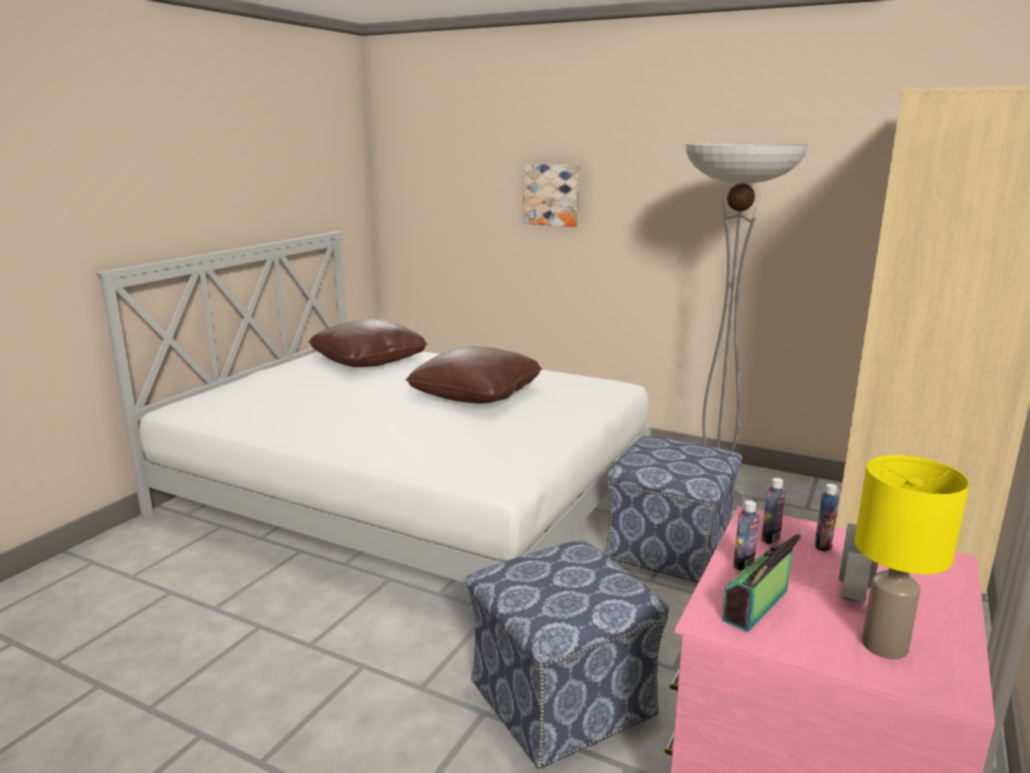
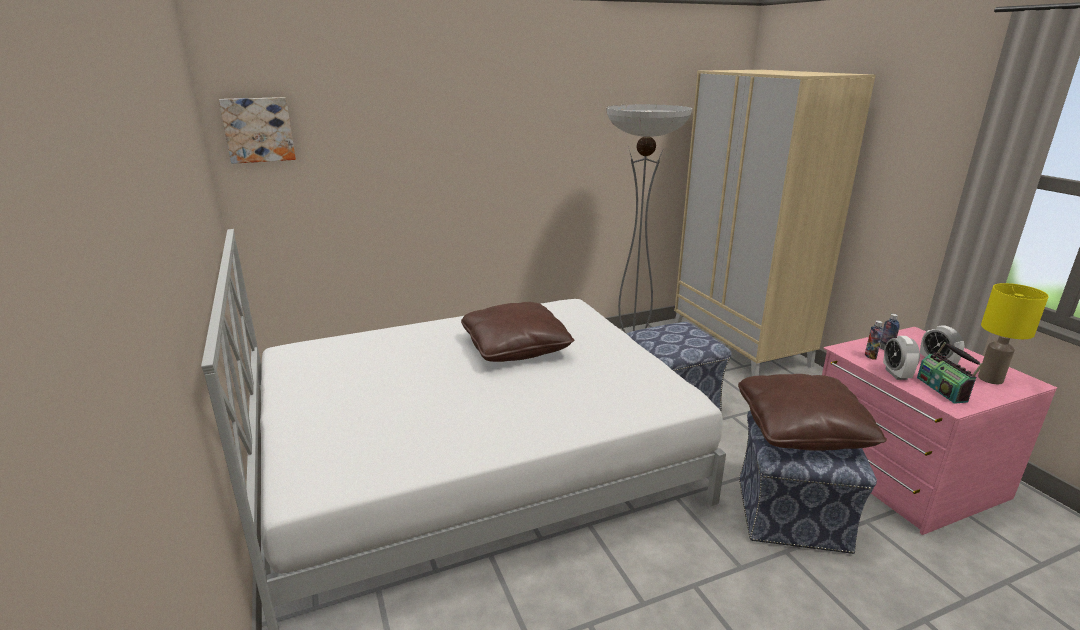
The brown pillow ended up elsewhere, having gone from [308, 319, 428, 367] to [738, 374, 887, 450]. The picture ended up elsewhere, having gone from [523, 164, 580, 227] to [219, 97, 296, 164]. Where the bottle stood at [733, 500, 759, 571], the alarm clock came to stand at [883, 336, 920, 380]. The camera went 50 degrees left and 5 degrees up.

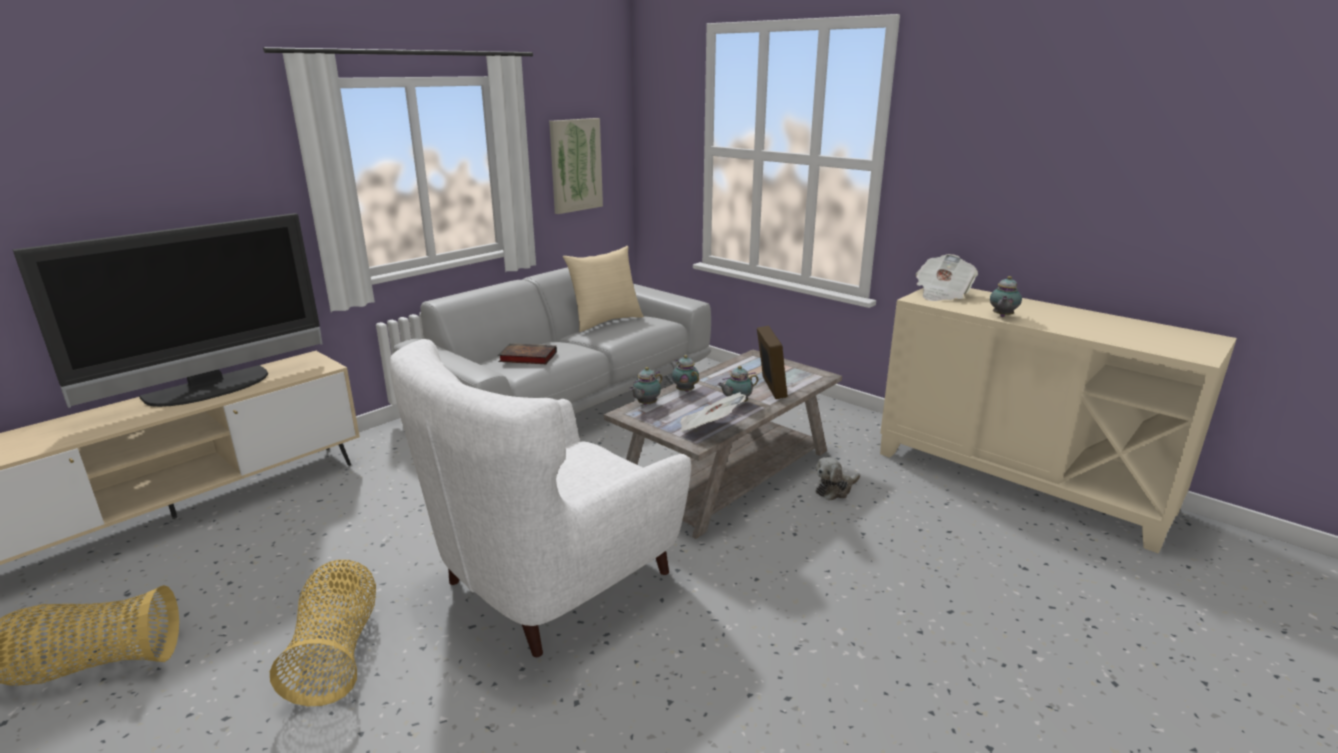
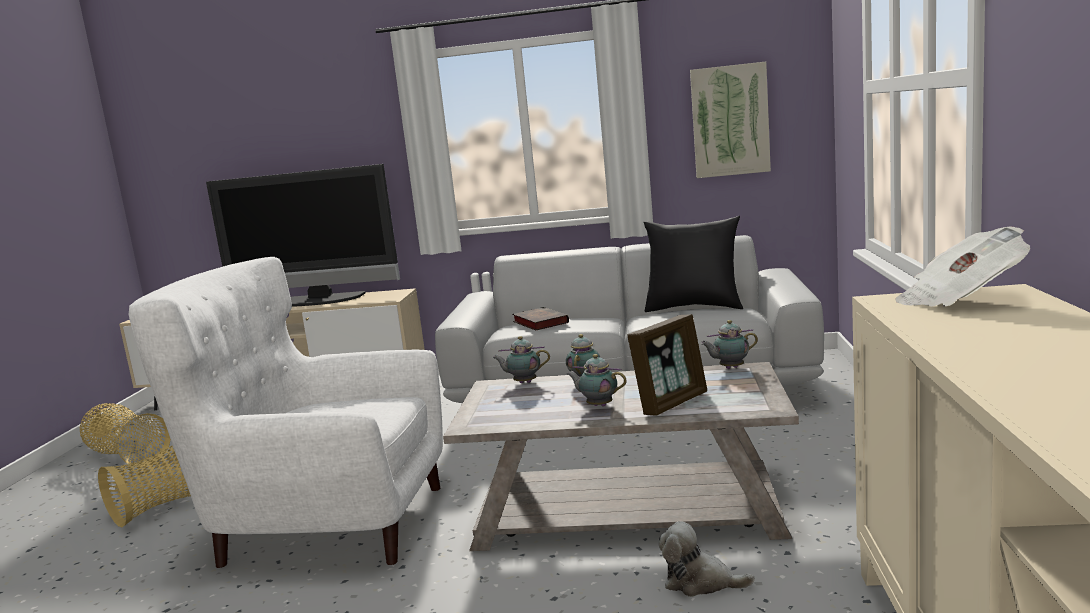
What was the beige pillow at [563, 246, 644, 332] turned into the black pillow at [643, 216, 743, 312]. The second view lost the newspaper at [680, 392, 746, 432]. The teapot ended up elsewhere, having gone from [990, 276, 1022, 317] to [701, 320, 758, 369]. The camera went 55 degrees right and 10 degrees down.

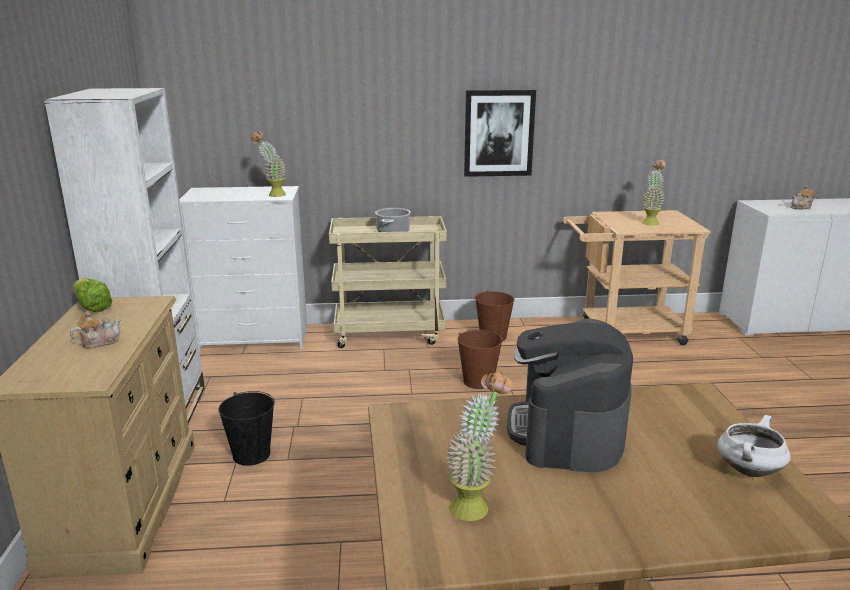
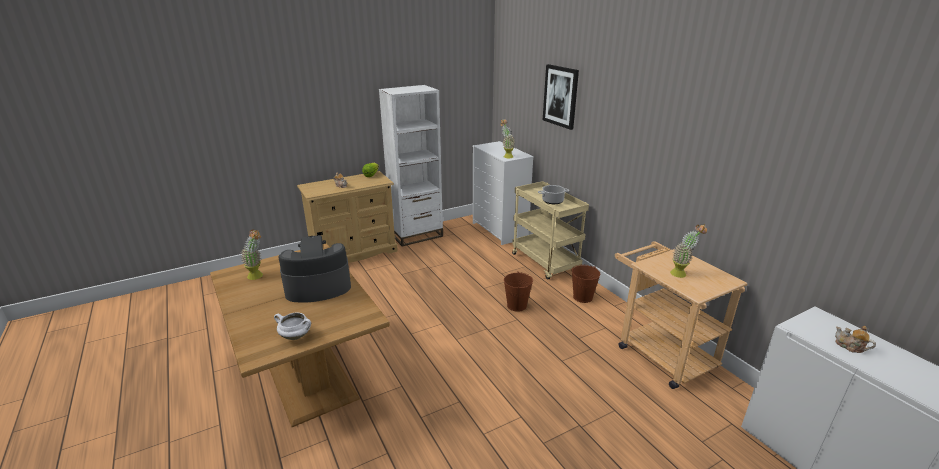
The second view lost the black bucket at [218, 391, 275, 466]. The picture ended up elsewhere, having gone from [464, 90, 536, 177] to [543, 64, 579, 130]. The camera went 65 degrees right and 5 degrees up.

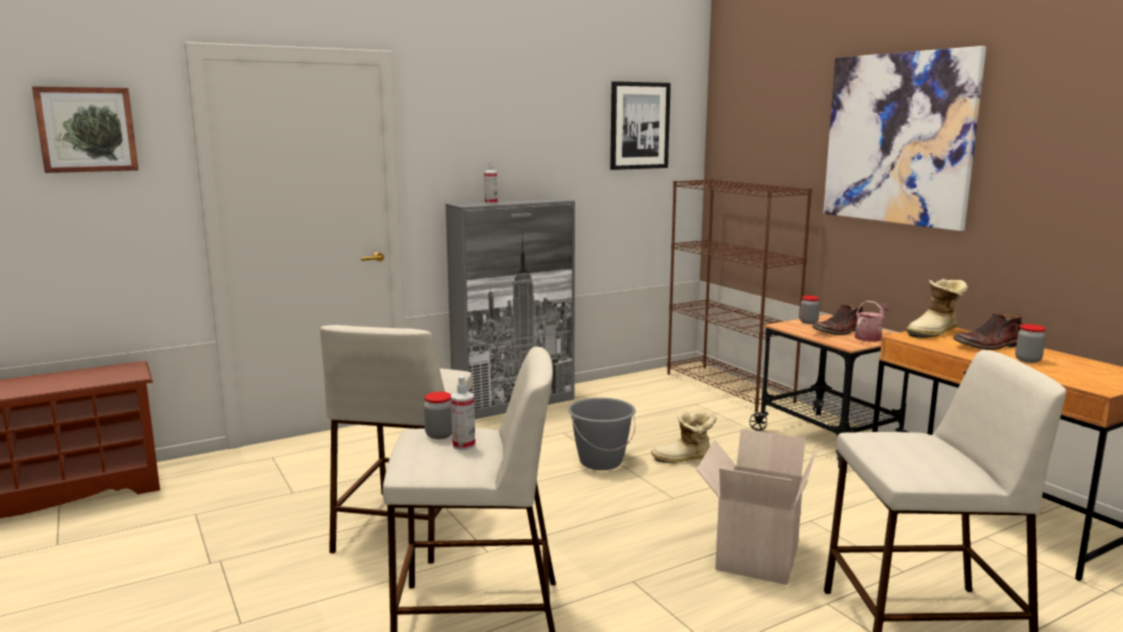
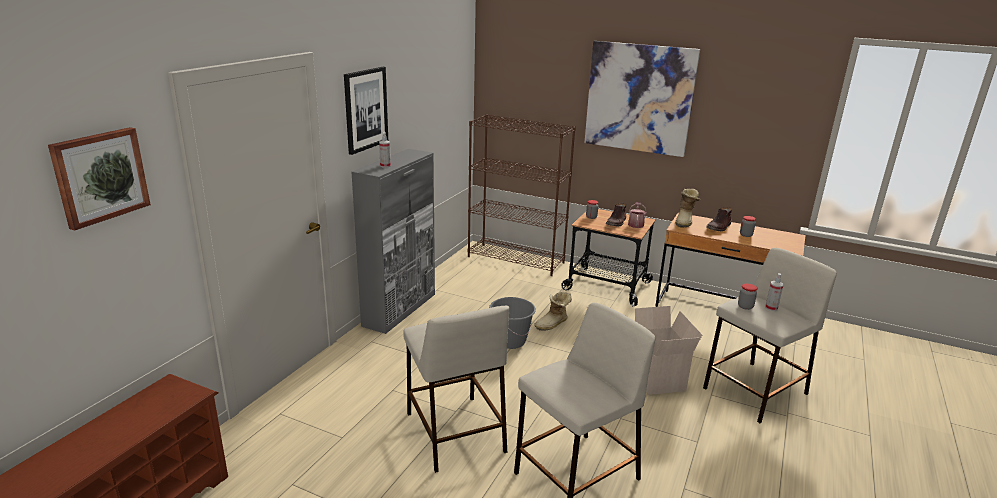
The jar ended up elsewhere, having gone from [424, 392, 452, 439] to [738, 284, 758, 310]. The spray bottle ended up elsewhere, having gone from [451, 376, 475, 450] to [765, 273, 783, 311]. The picture ended up elsewhere, having gone from [610, 81, 671, 170] to [344, 67, 388, 155]. The camera went 35 degrees left and 10 degrees up.

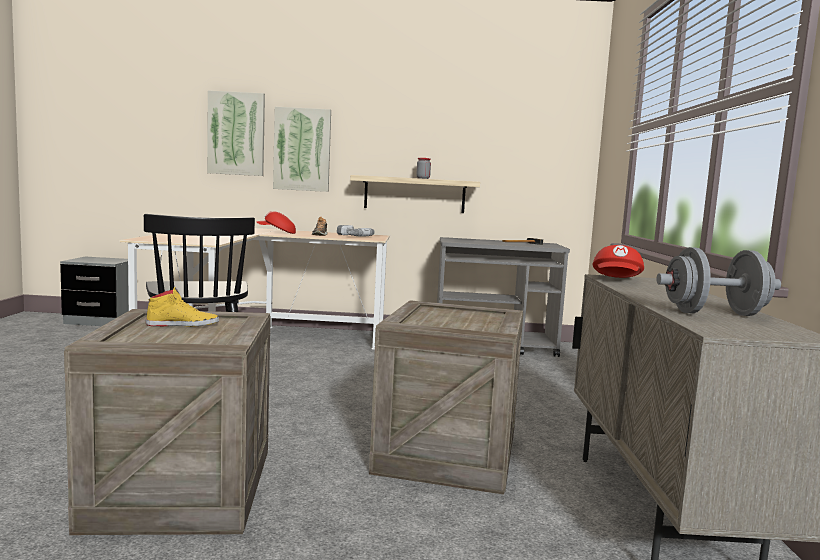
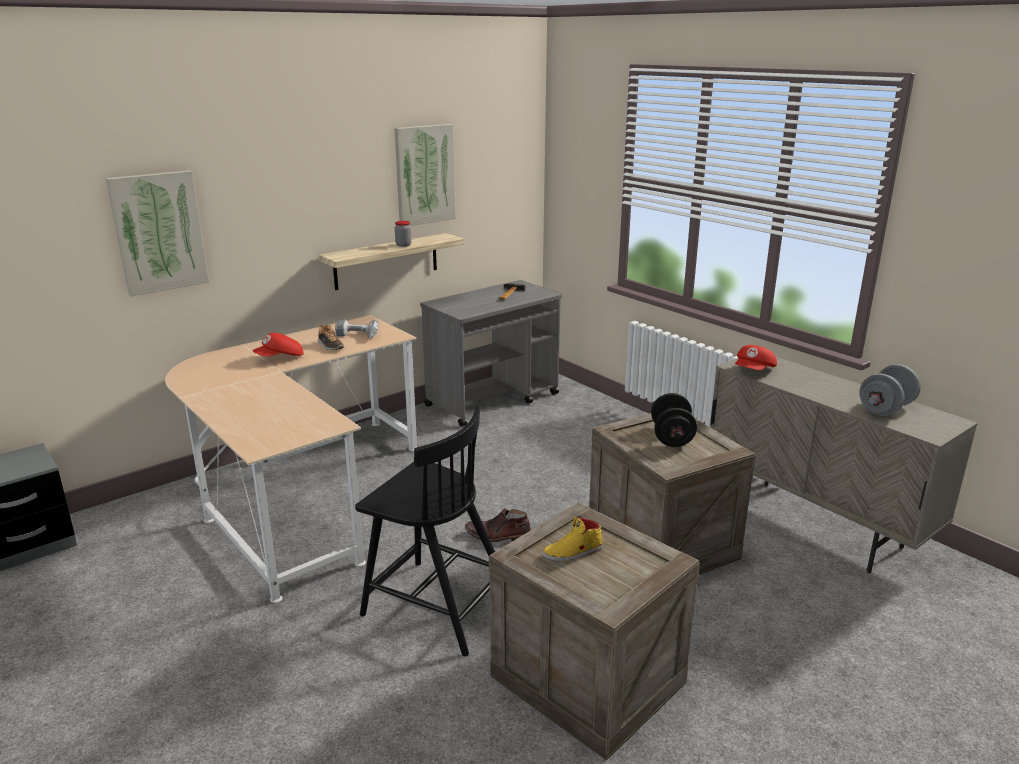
The yellow shoe at [146, 287, 219, 327] ended up facing another way, 150 degrees counterclockwise from before. The picture ended up elsewhere, having gone from [273, 107, 331, 192] to [394, 124, 456, 226]. The red cap at [593, 245, 644, 278] ended up facing another way, 60 degrees clockwise from before. The second view gained the brown boot at [465, 508, 531, 542]. The second view gained the black dumbbell at [651, 393, 697, 447]. The camera went 40 degrees left and 15 degrees up.

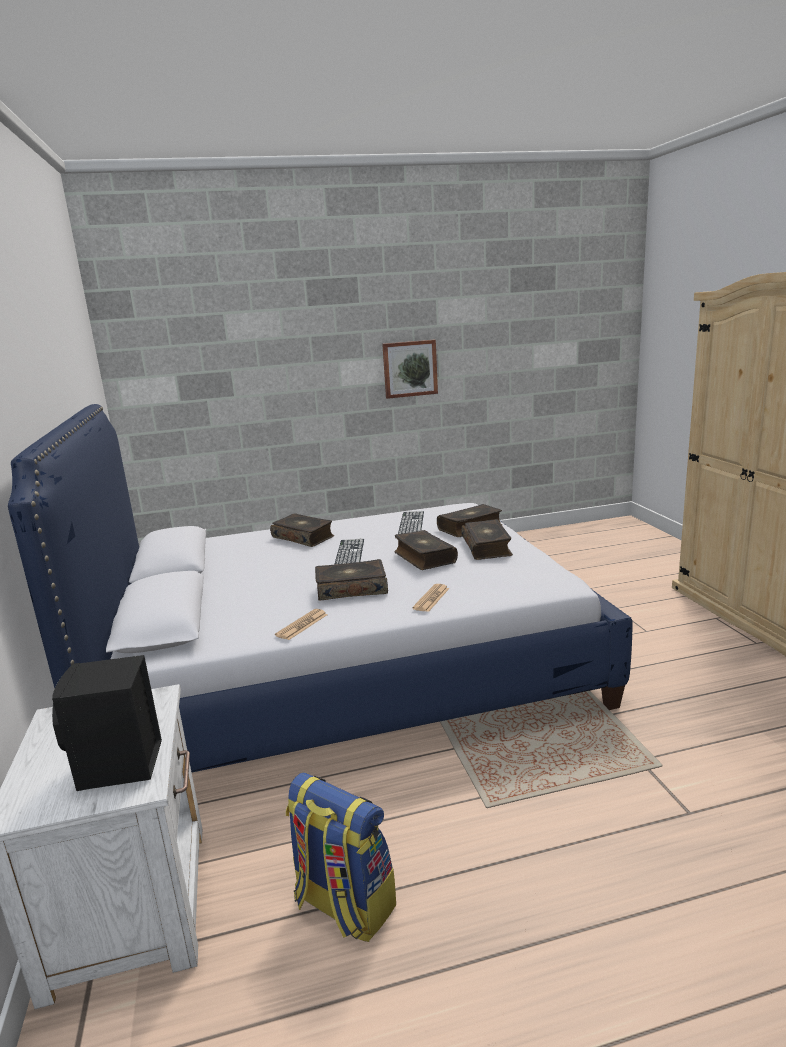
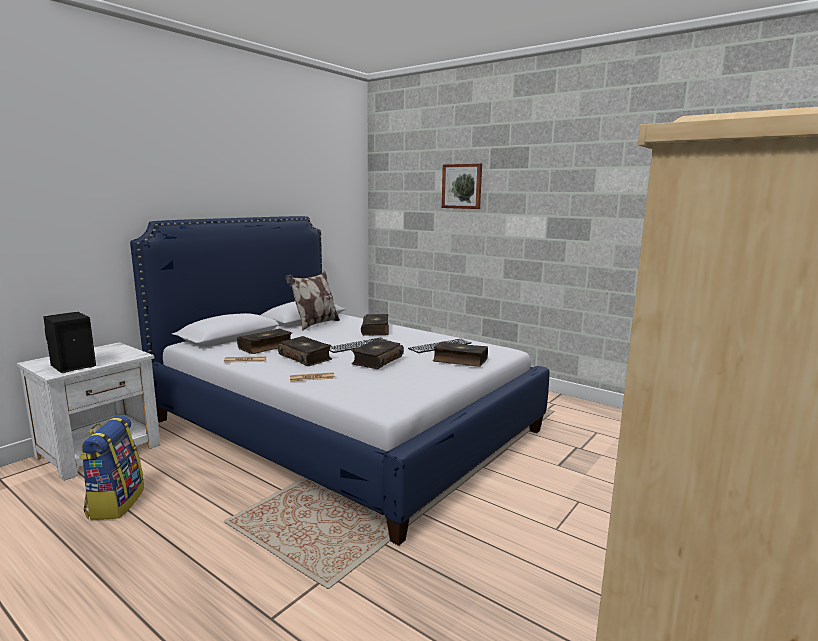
The picture ended up elsewhere, having gone from [382, 340, 438, 399] to [442, 163, 482, 209]. The book ended up elsewhere, having gone from [461, 519, 513, 560] to [237, 329, 292, 354]. The second view gained the pillow at [286, 271, 340, 331]. The camera went 50 degrees right and 5 degrees down.

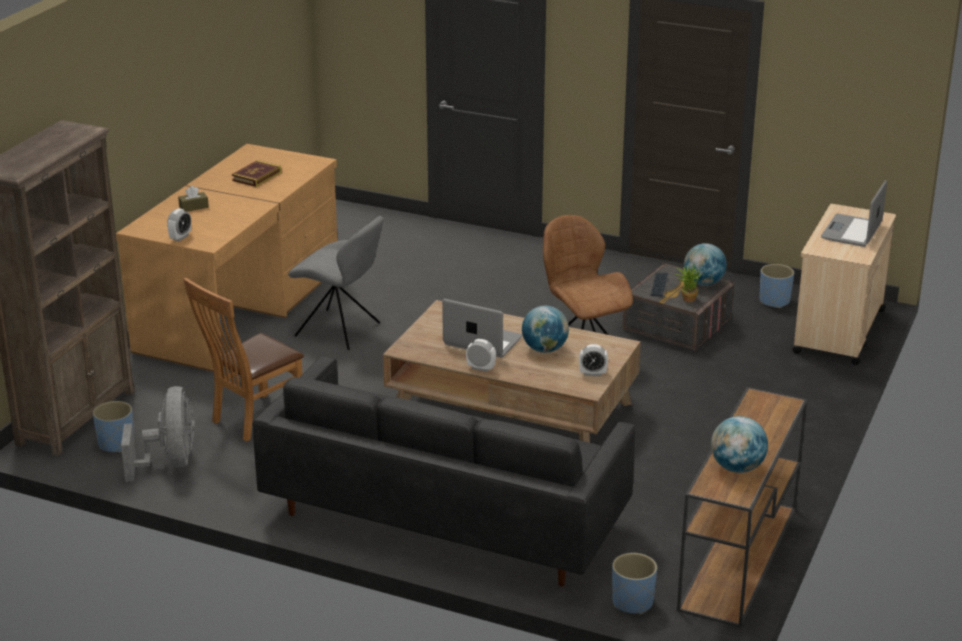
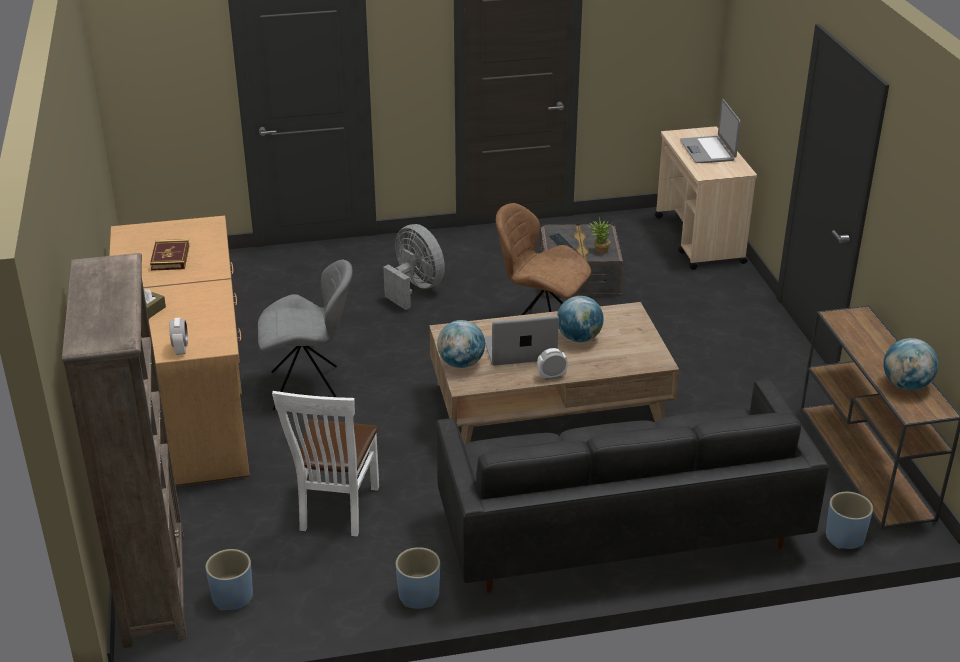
The grey fan ended up elsewhere, having gone from [121, 386, 195, 482] to [383, 224, 445, 310]. What was the brown chair at [183, 278, 304, 442] turned into the white chair at [272, 391, 379, 536]. The second view lost the alarm clock at [579, 344, 608, 376]. The globe ended up elsewhere, having gone from [684, 243, 727, 286] to [437, 320, 485, 368]. The blue planter ended up elsewhere, having gone from [760, 264, 794, 308] to [396, 547, 440, 609]. The camera went 35 degrees left and 5 degrees up.

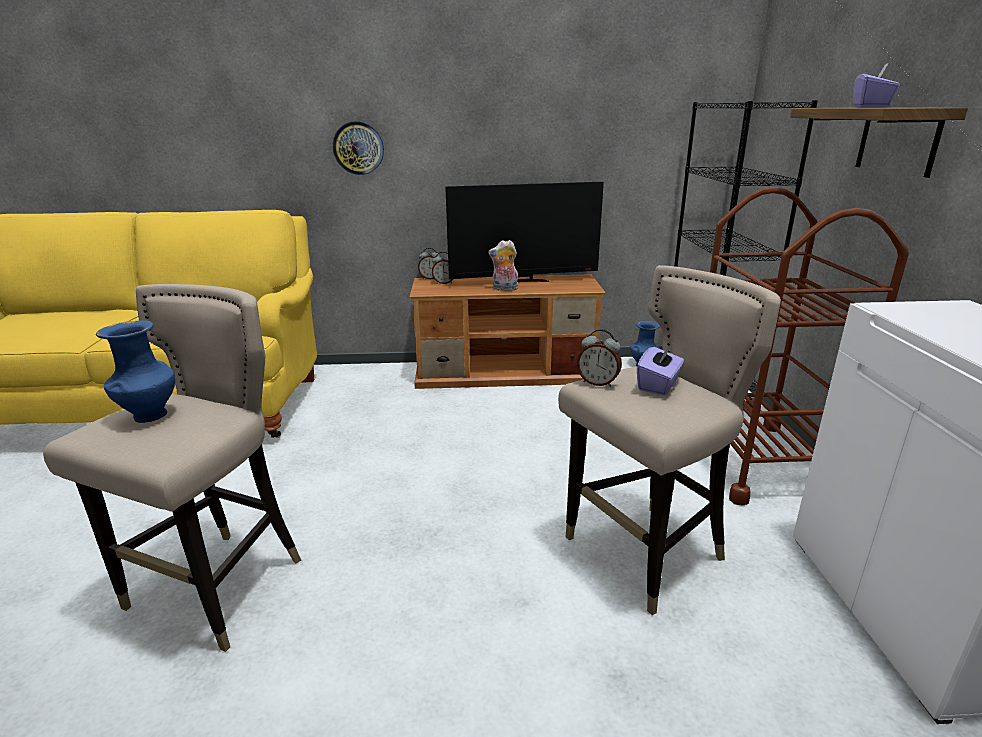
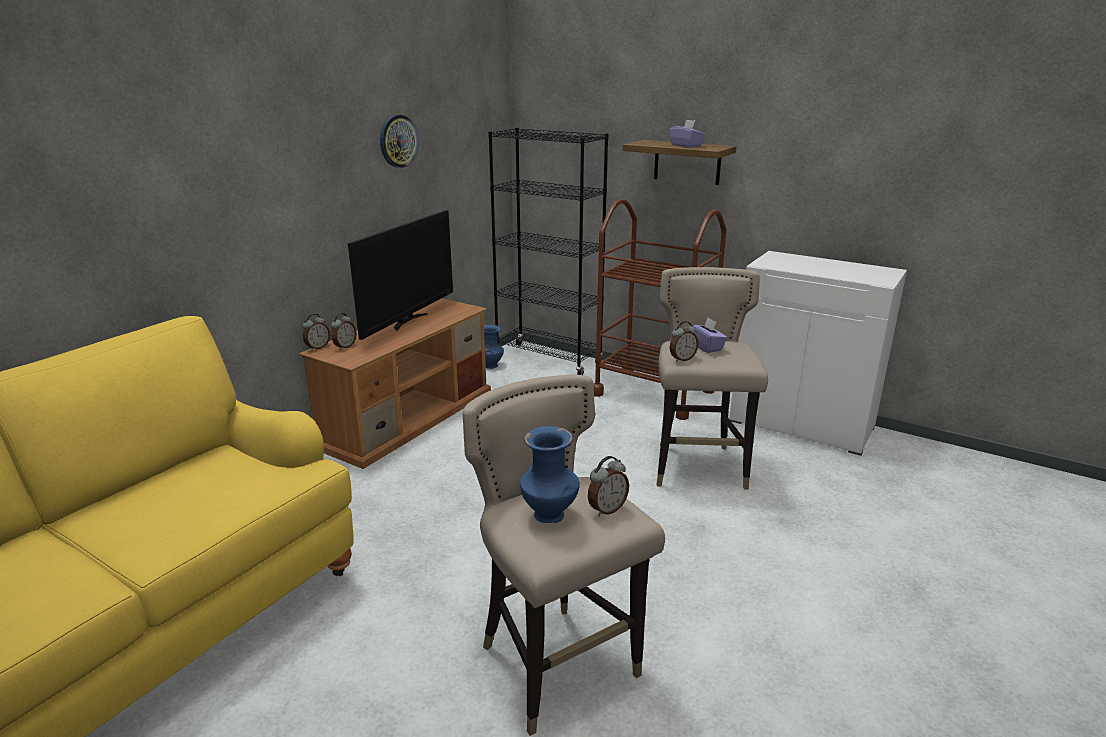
The wall clock ended up elsewhere, having gone from [333, 121, 384, 175] to [380, 115, 419, 168]. The second view lost the plush toy at [488, 240, 518, 291]. The second view gained the alarm clock at [588, 456, 629, 516]. The camera went 55 degrees left and 0 degrees up.

